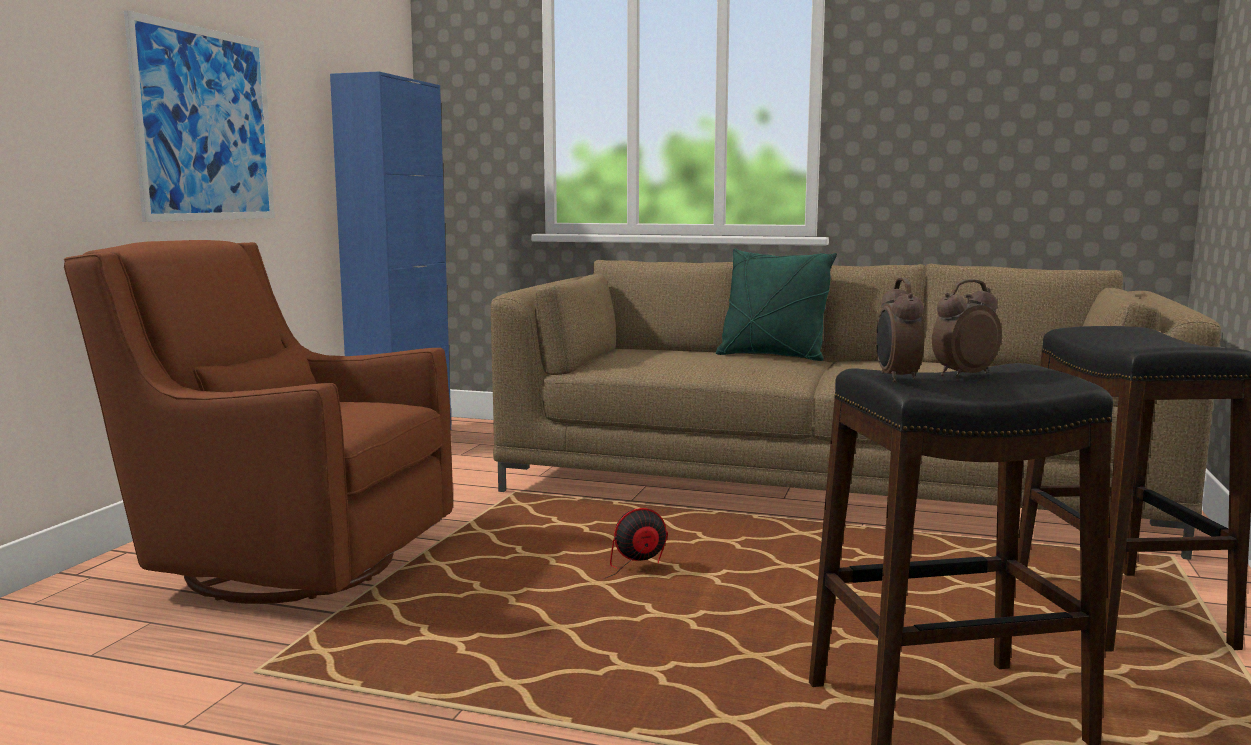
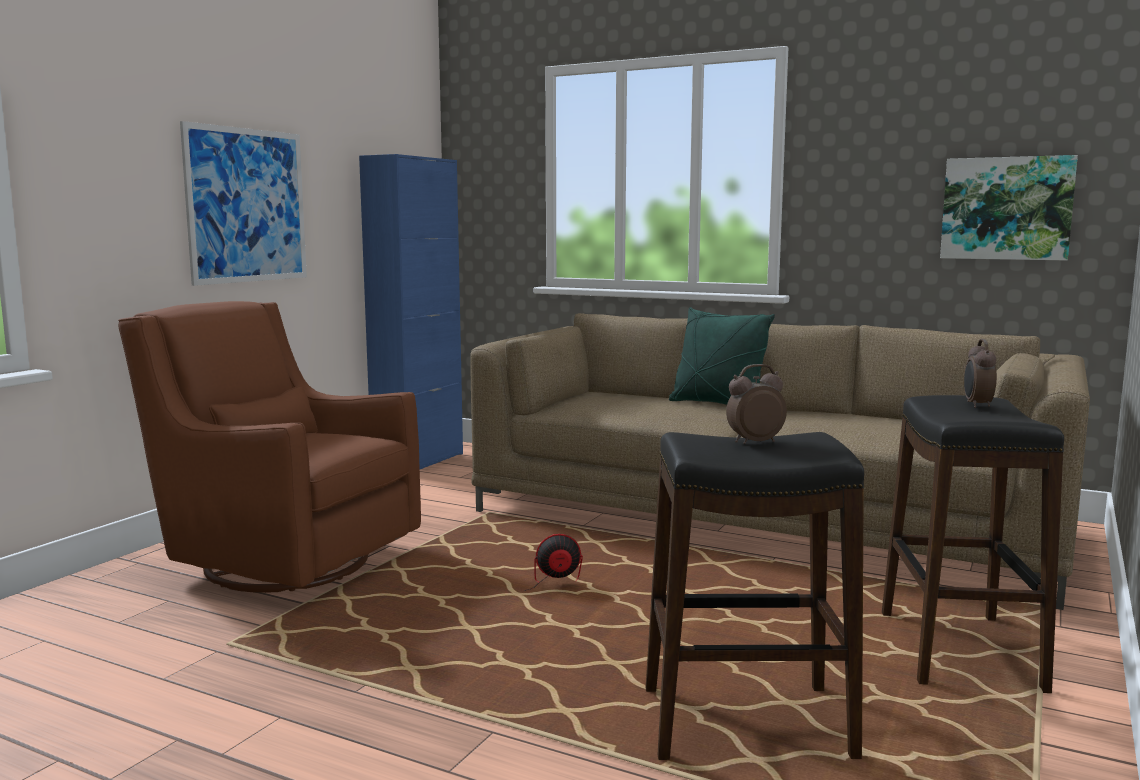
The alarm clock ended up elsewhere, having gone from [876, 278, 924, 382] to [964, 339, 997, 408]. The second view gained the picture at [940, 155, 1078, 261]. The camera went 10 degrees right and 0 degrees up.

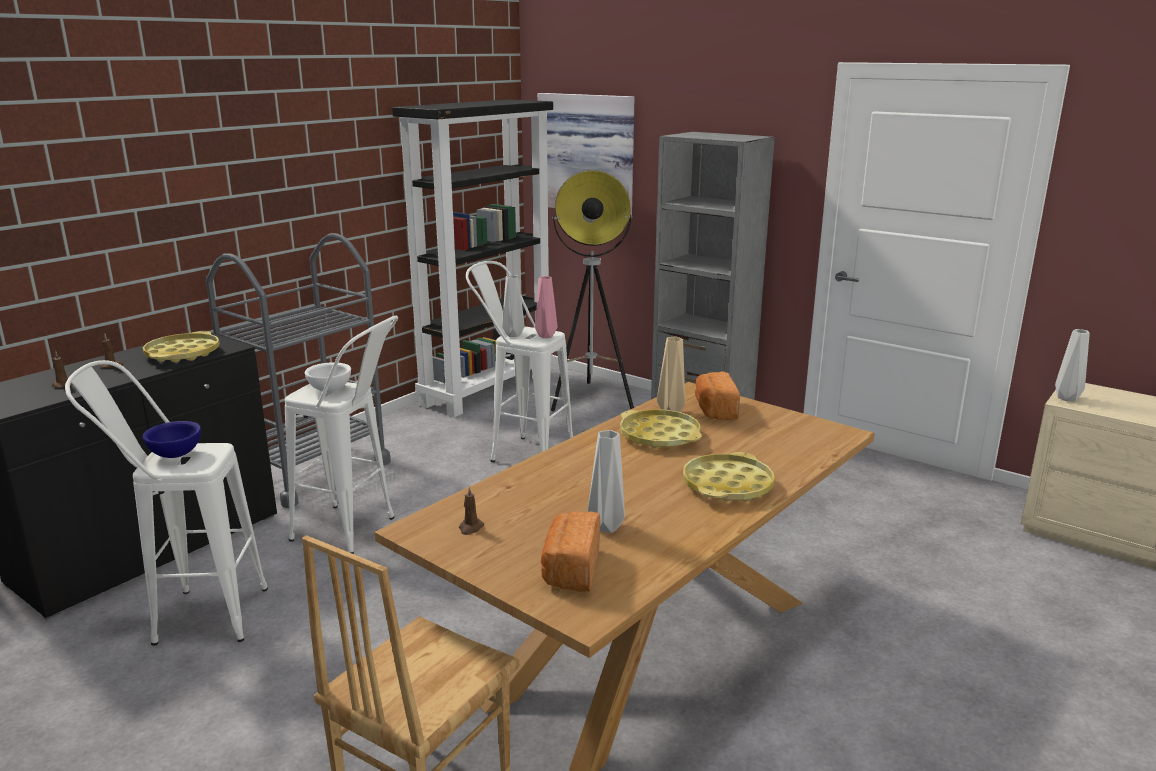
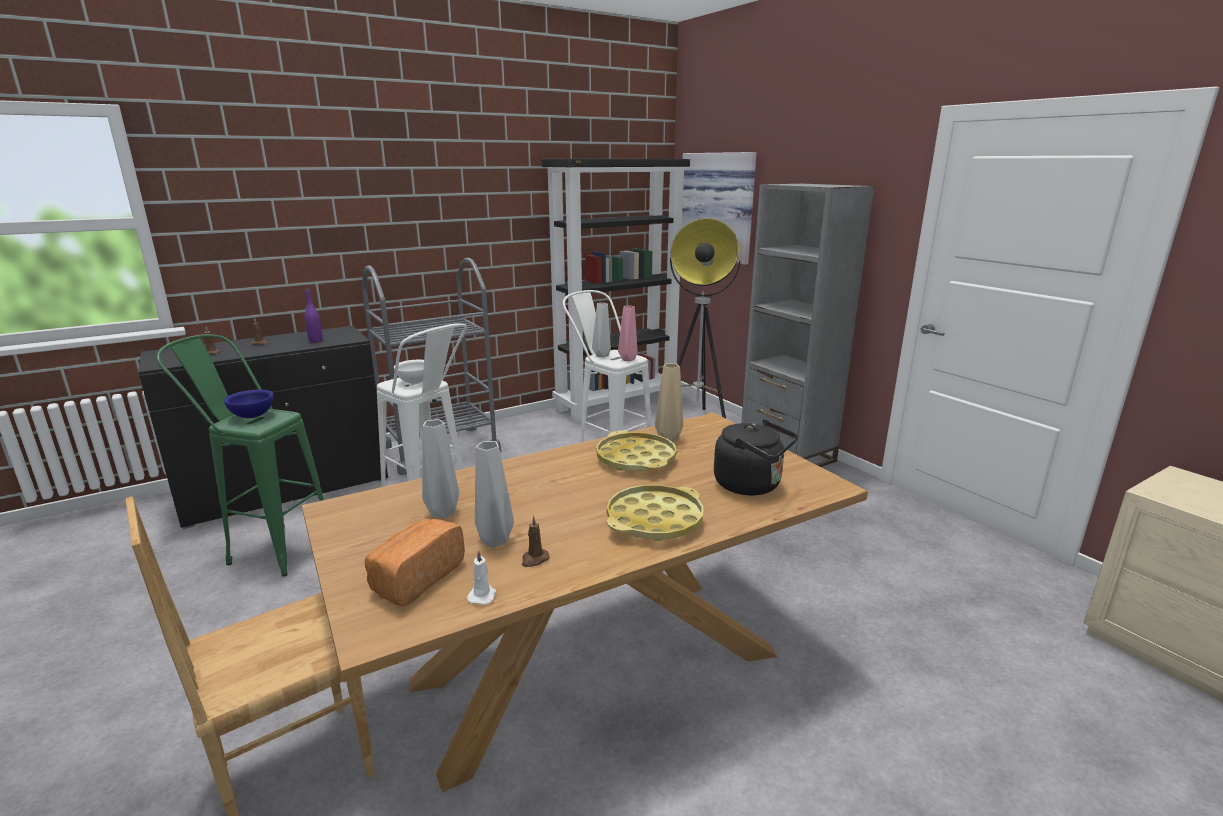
What was the white stool at [65, 360, 268, 646] turned into the green stool at [156, 334, 324, 577]. Where the yellow tray stood at [143, 331, 220, 363], the purple bottle came to stand at [305, 288, 323, 342]. The brown candle ended up elsewhere, having gone from [459, 487, 484, 535] to [522, 515, 550, 567]. The second view lost the bread at [695, 371, 740, 420]. The grey vase ended up elsewhere, having gone from [1055, 329, 1090, 401] to [422, 419, 459, 519]. The second view gained the white candle at [467, 550, 497, 605]. The second view gained the black kettle at [714, 419, 798, 495]. The camera went 20 degrees right and 0 degrees up.

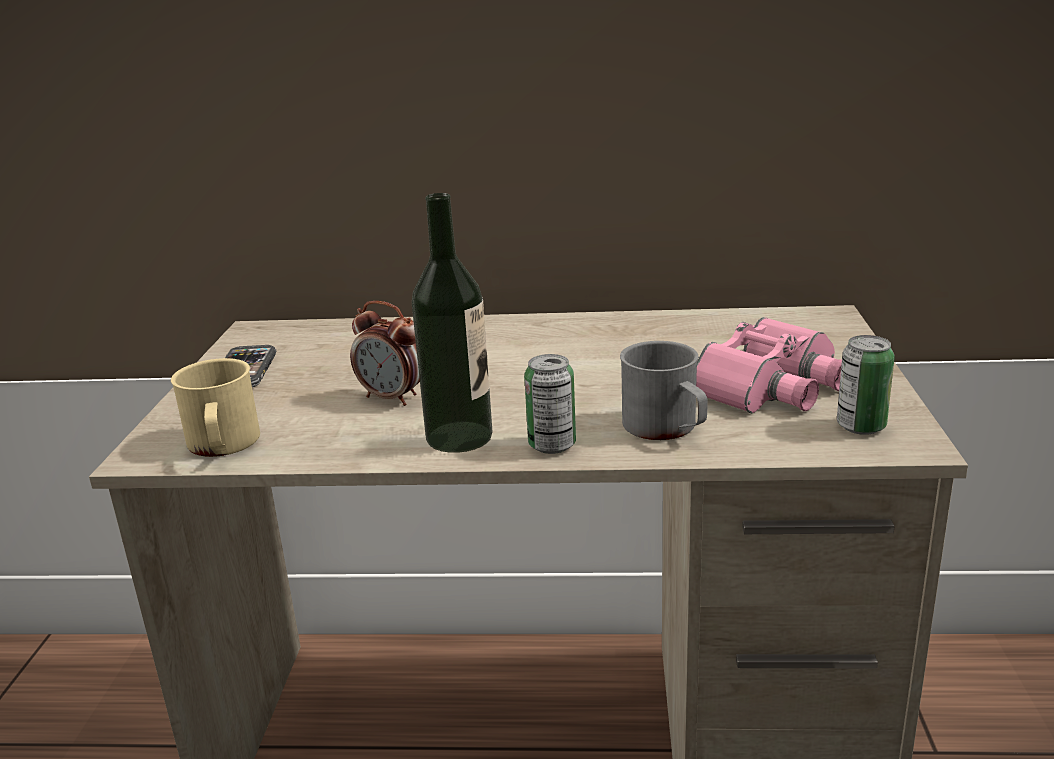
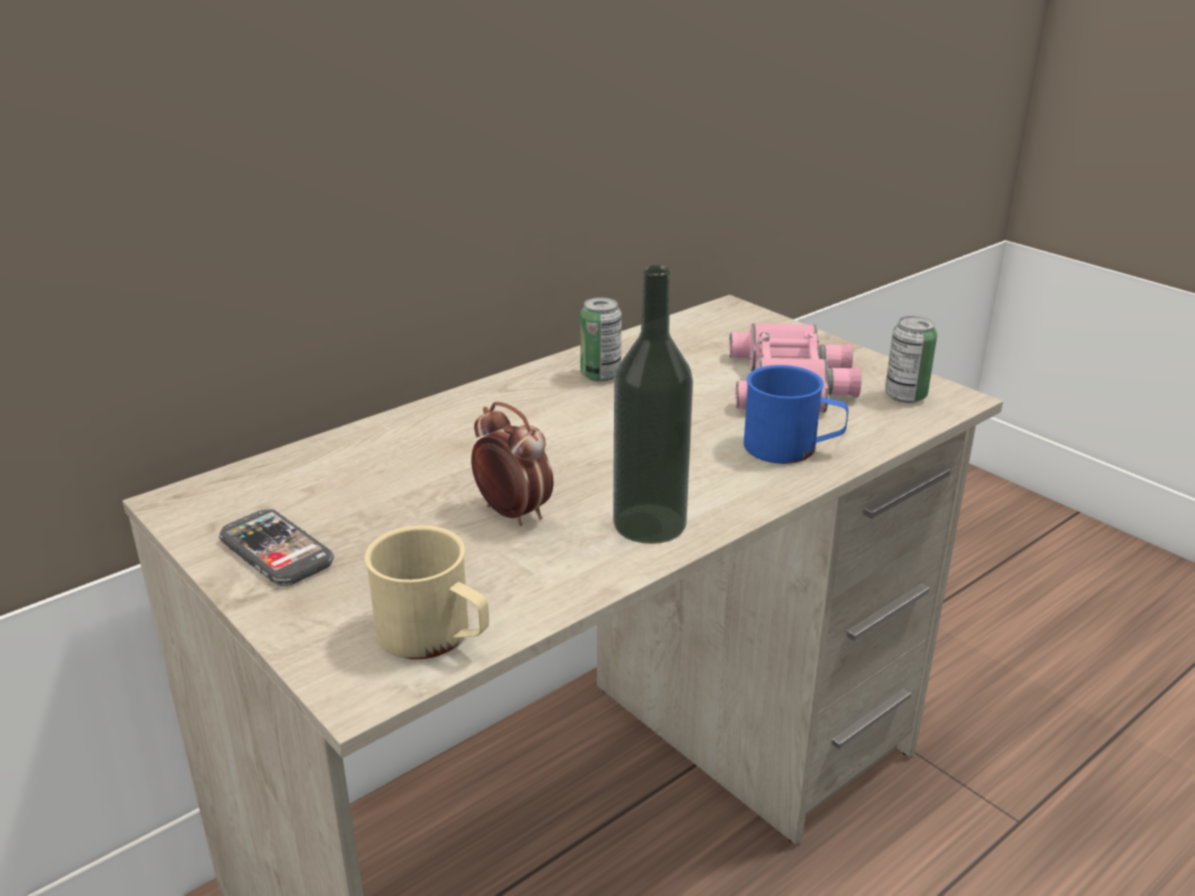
The alarm clock at [350, 301, 420, 406] ended up facing another way, 120 degrees counterclockwise from before. The can ended up elsewhere, having gone from [524, 354, 576, 454] to [580, 298, 622, 382]. What was the grey mug at [620, 341, 708, 440] turned into the blue mug at [744, 365, 848, 464]. The camera went 45 degrees left and 5 degrees up.

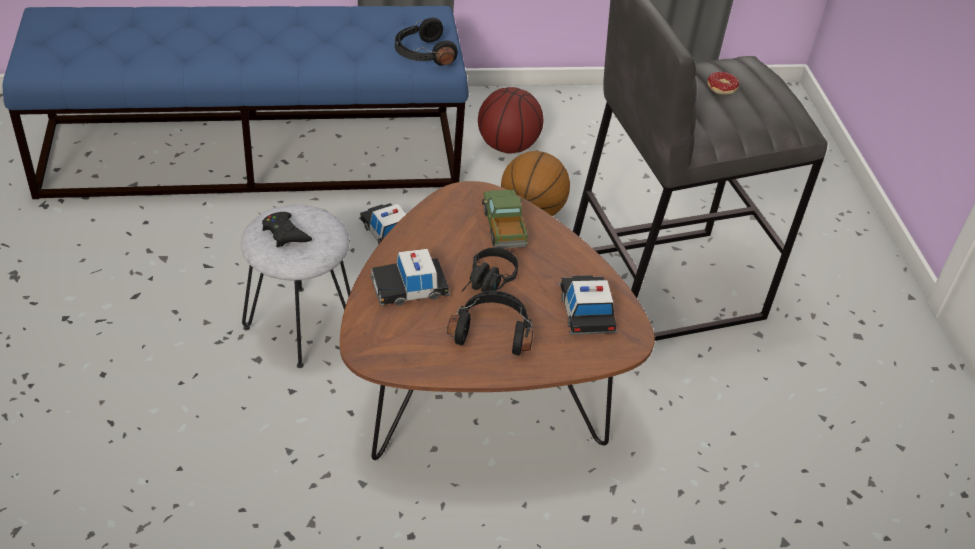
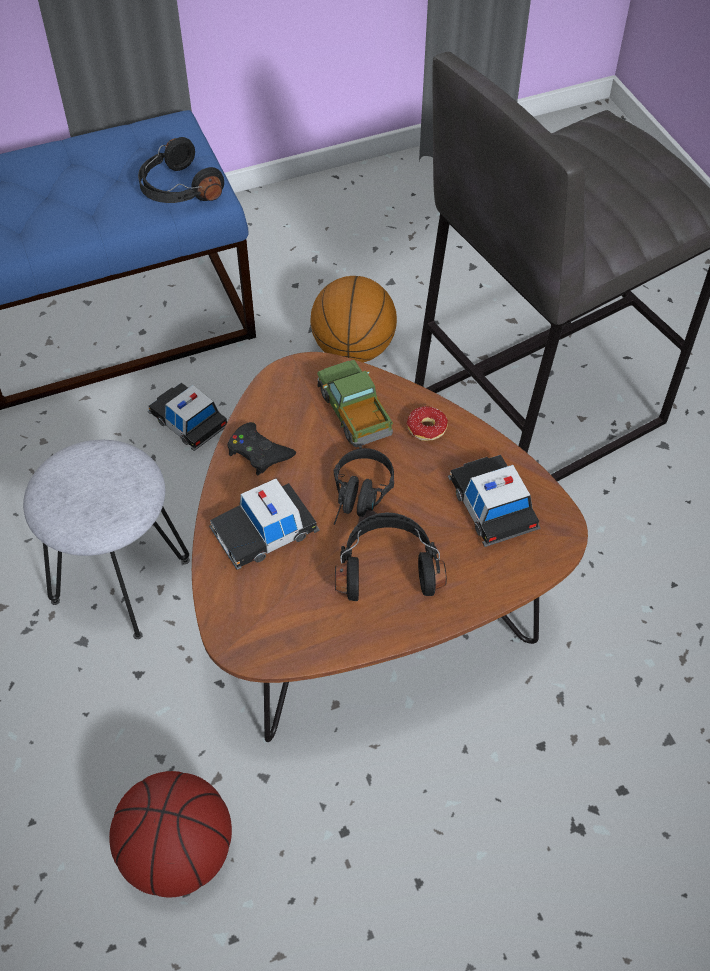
The black game controller ended up elsewhere, having gone from [262, 212, 312, 248] to [227, 422, 296, 475]. The basketball ended up elsewhere, having gone from [478, 87, 544, 153] to [109, 771, 232, 898]. The donut ended up elsewhere, having gone from [707, 72, 739, 95] to [407, 406, 448, 441]. The camera went 10 degrees left and 10 degrees up.

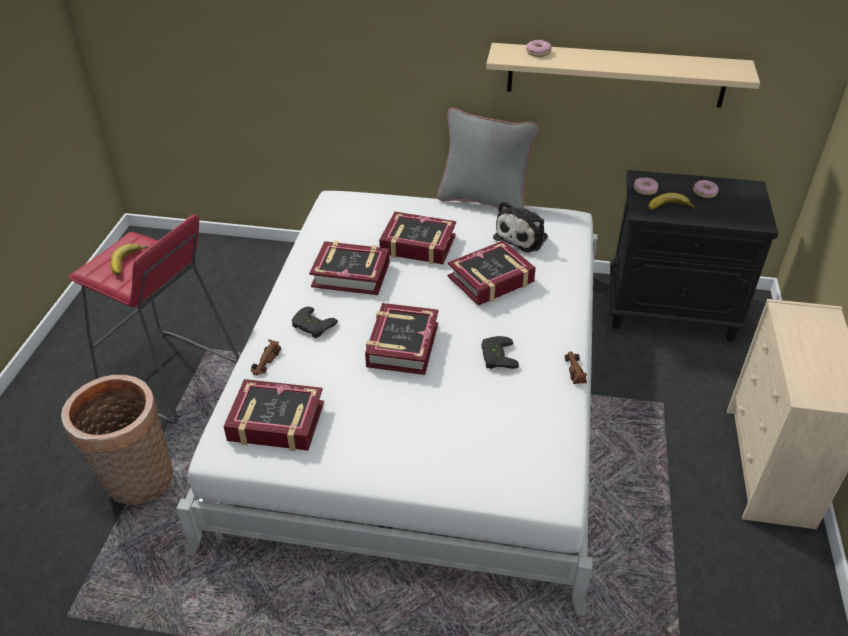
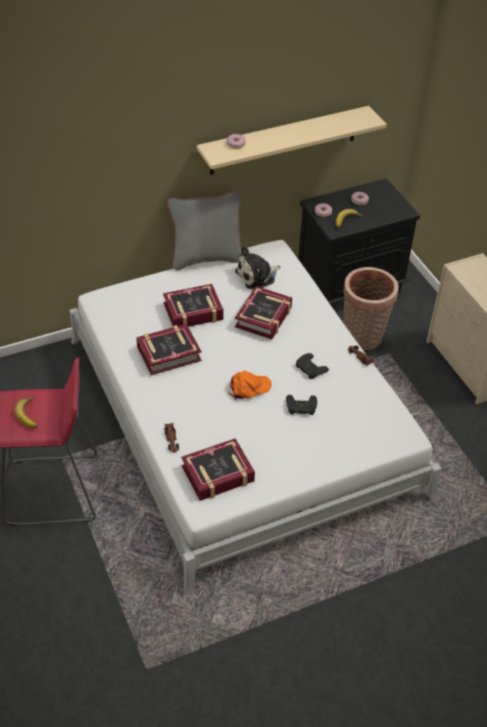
The basket ended up elsewhere, having gone from [61, 375, 173, 505] to [343, 267, 399, 350]. The black game controller ended up elsewhere, having gone from [292, 307, 338, 338] to [286, 395, 317, 415]. Where the book stood at [365, 303, 439, 375], the orange cap came to stand at [229, 371, 272, 401]. The plush toy at [493, 201, 548, 253] ended up facing another way, 60 degrees clockwise from before. The camera went 35 degrees left and 5 degrees up.

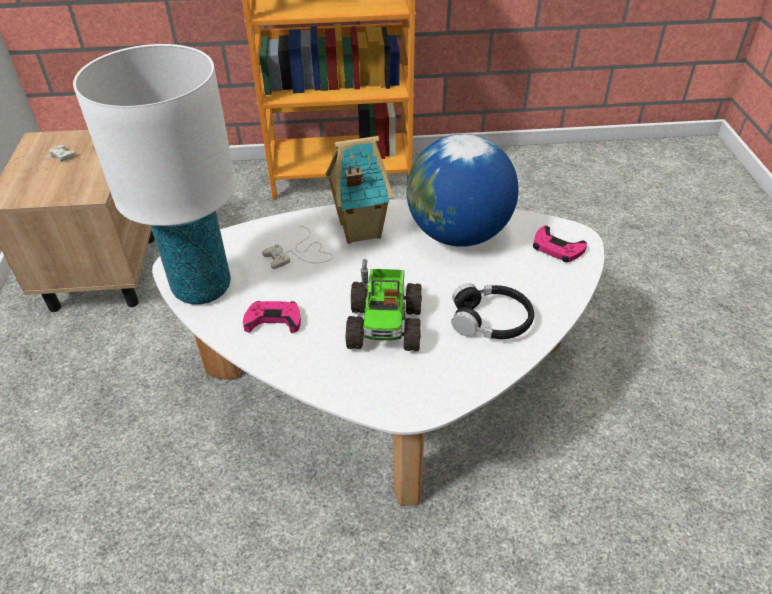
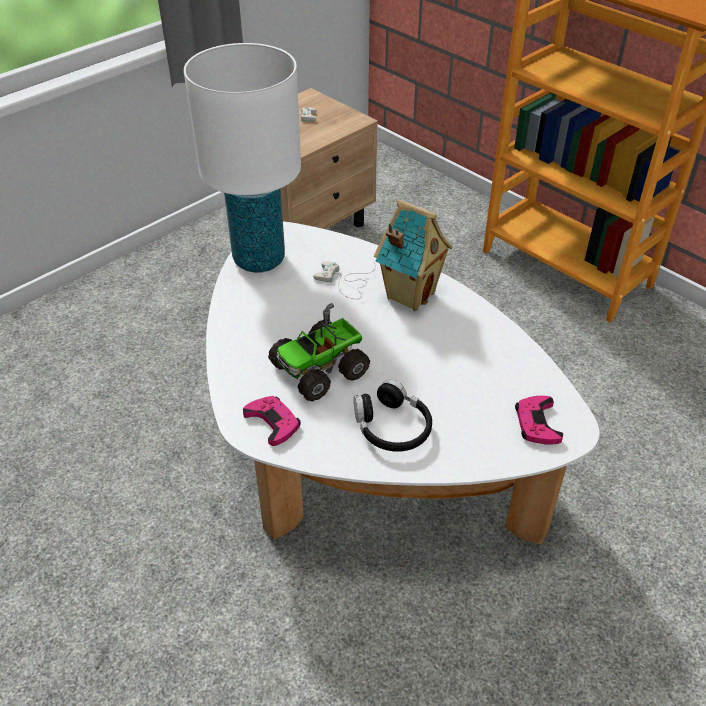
The pink game controller ended up elsewhere, having gone from [243, 301, 301, 333] to [243, 396, 301, 446]. The second view lost the globe at [406, 134, 519, 247]. The camera went 50 degrees right and 0 degrees up.

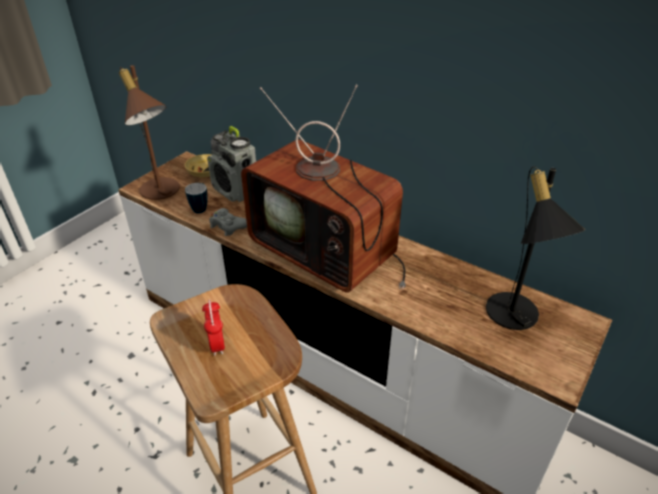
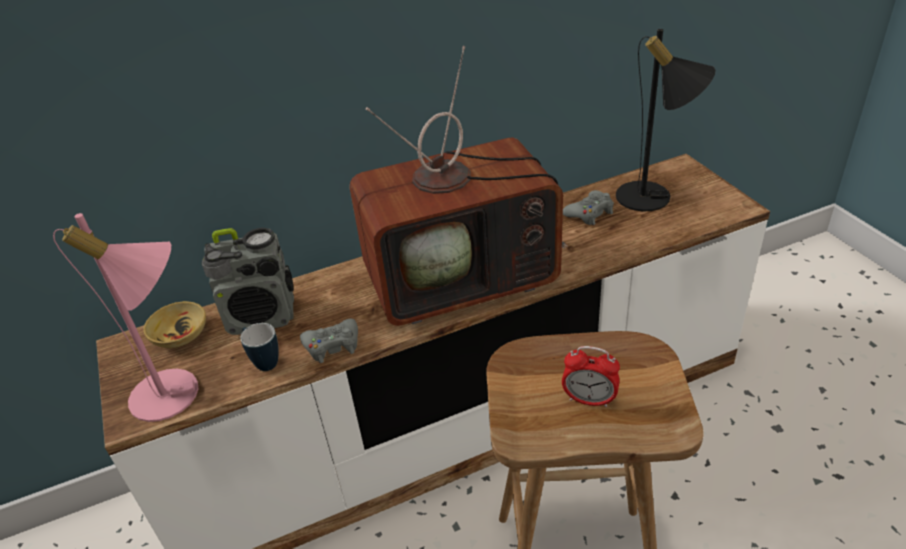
What was the brown table lamp at [119, 65, 180, 200] turned into the pink table lamp at [53, 213, 199, 422]. The second view gained the grey game controller at [563, 190, 614, 225]. The camera went 55 degrees left and 0 degrees up.

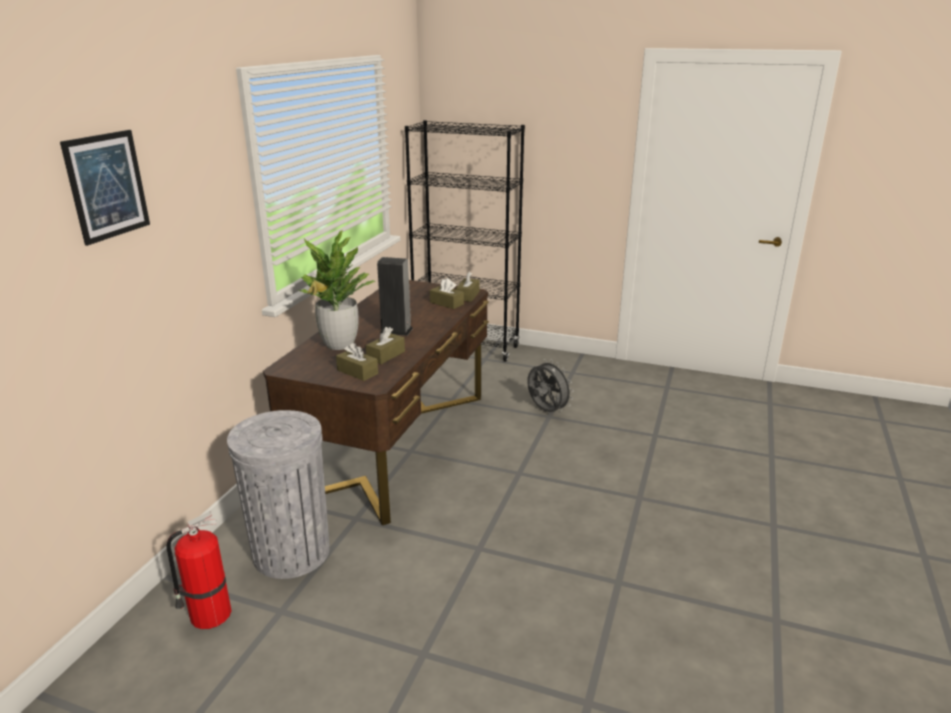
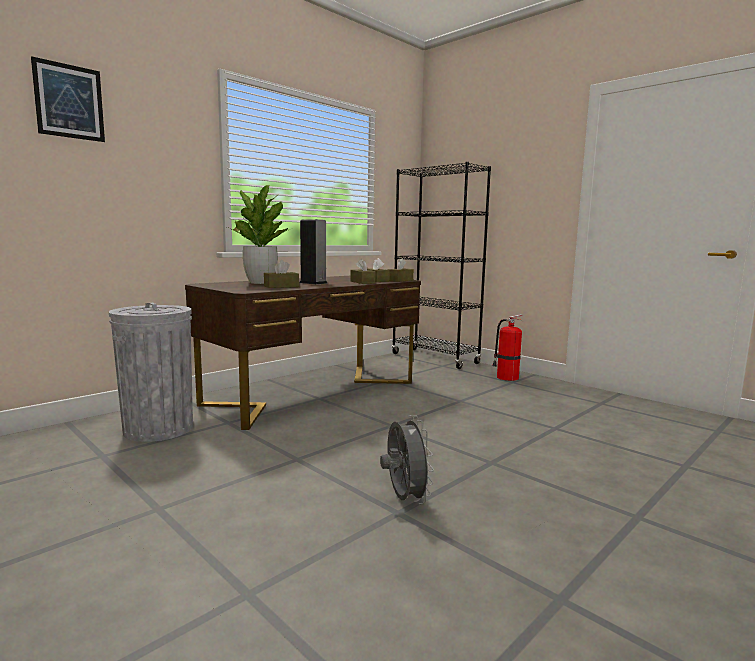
The fire extinguisher ended up elsewhere, having gone from [166, 511, 232, 629] to [492, 314, 524, 381]. The brown tissue box ended up elsewhere, having gone from [336, 343, 378, 381] to [350, 259, 375, 284]. The grey fan ended up elsewhere, having gone from [527, 359, 574, 412] to [380, 415, 434, 504]. The camera went 25 degrees right and 15 degrees down.

